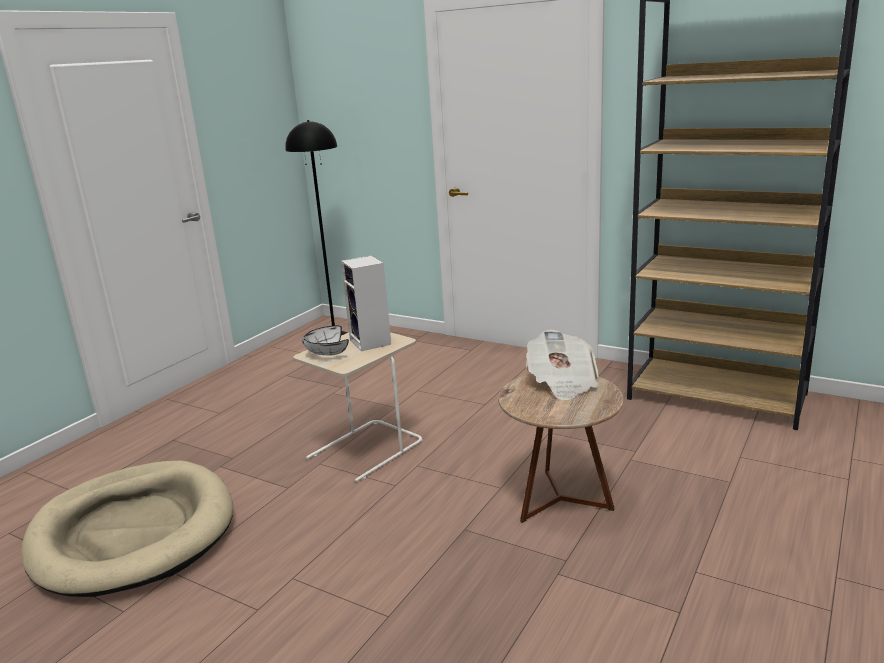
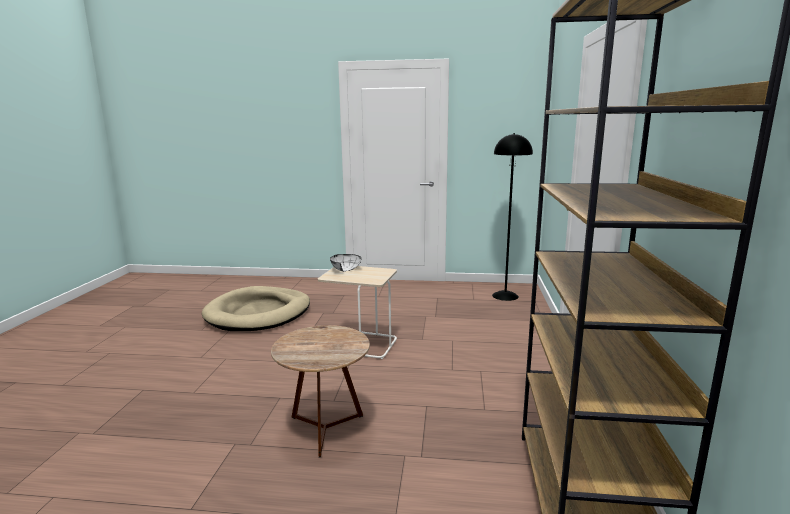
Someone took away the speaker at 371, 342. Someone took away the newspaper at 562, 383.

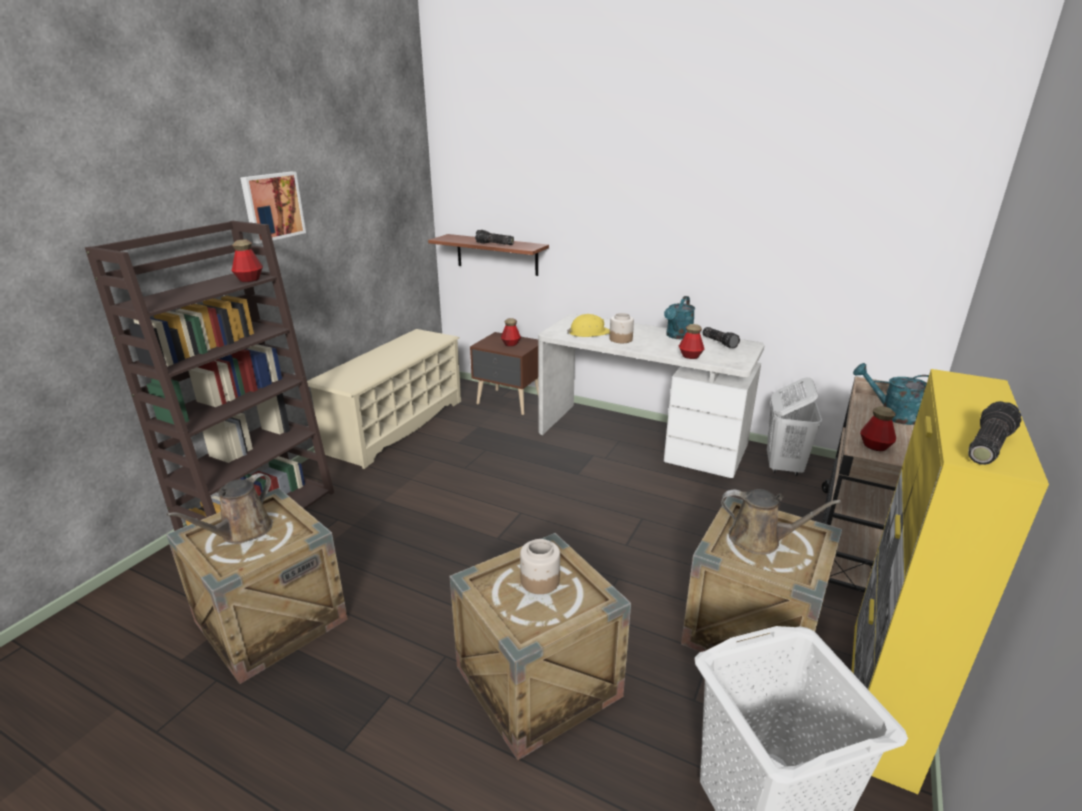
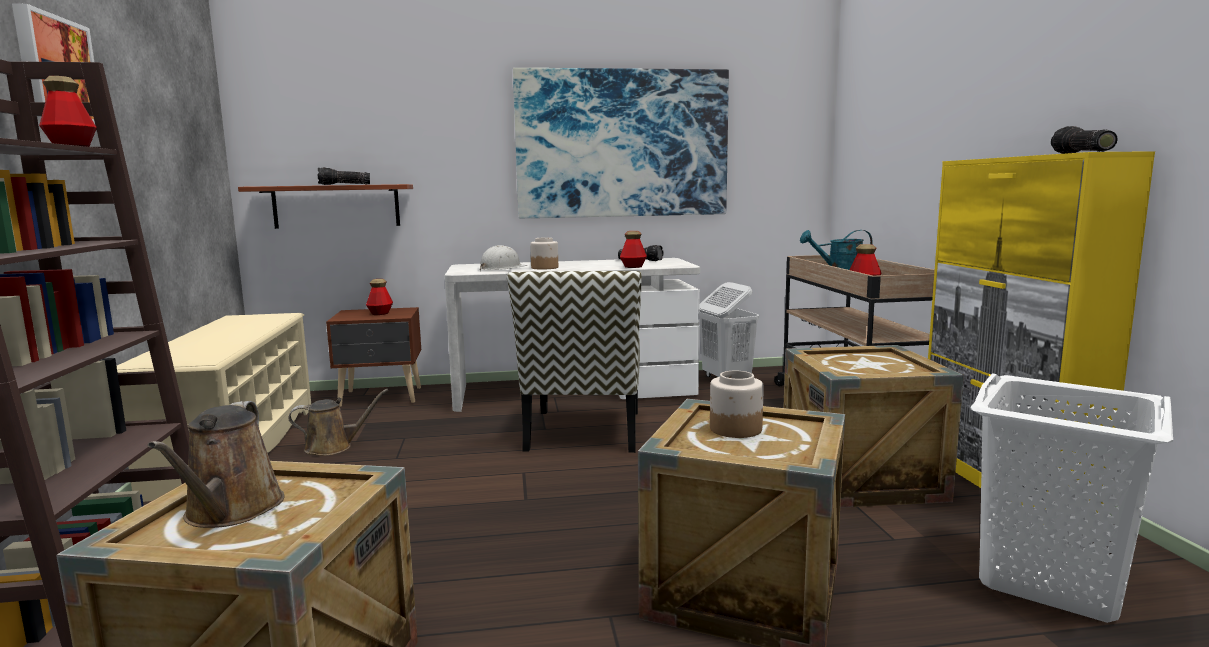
Someone took away the turquoise watering can at 677, 336. Someone put down the chair at 584, 431. Someone put up the picture at 622, 144. Someone carried the brown watering can from 760, 540 to 333, 447. Someone repainted the yellow hard hat at 589, 333, which became the white hard hat at 502, 268.

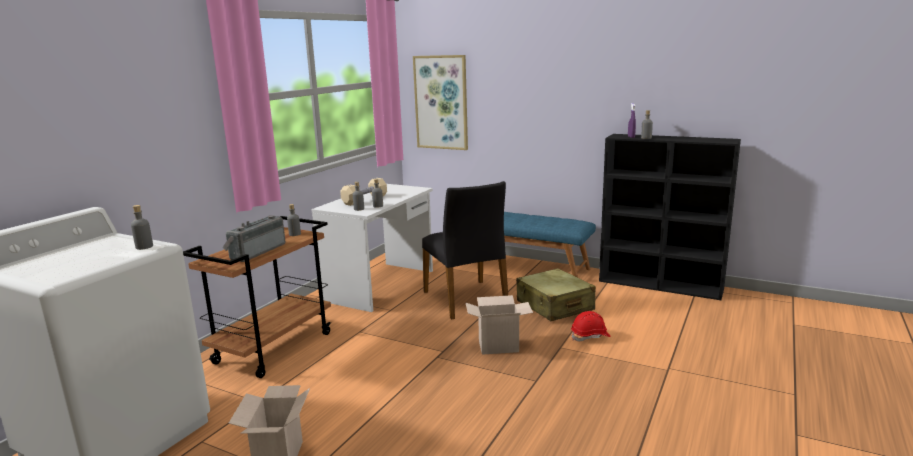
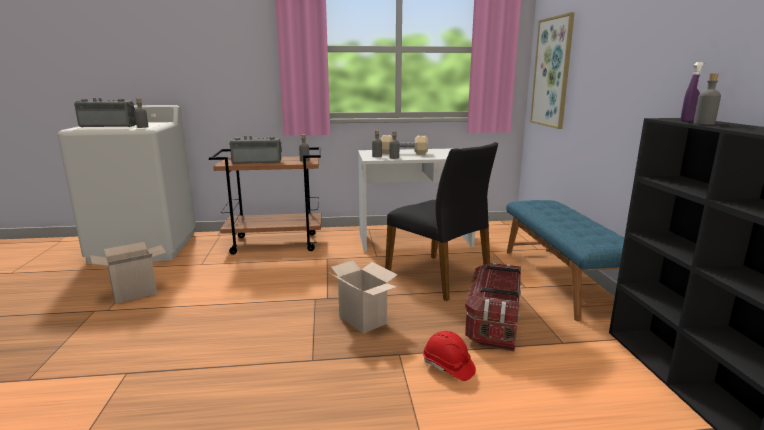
Someone put down the radio at 109, 126. Someone swapped the beige suitcase at 554, 306 for the storage box at 493, 323. Someone rotated the black chair at 466, 299 by 75 degrees counterclockwise.

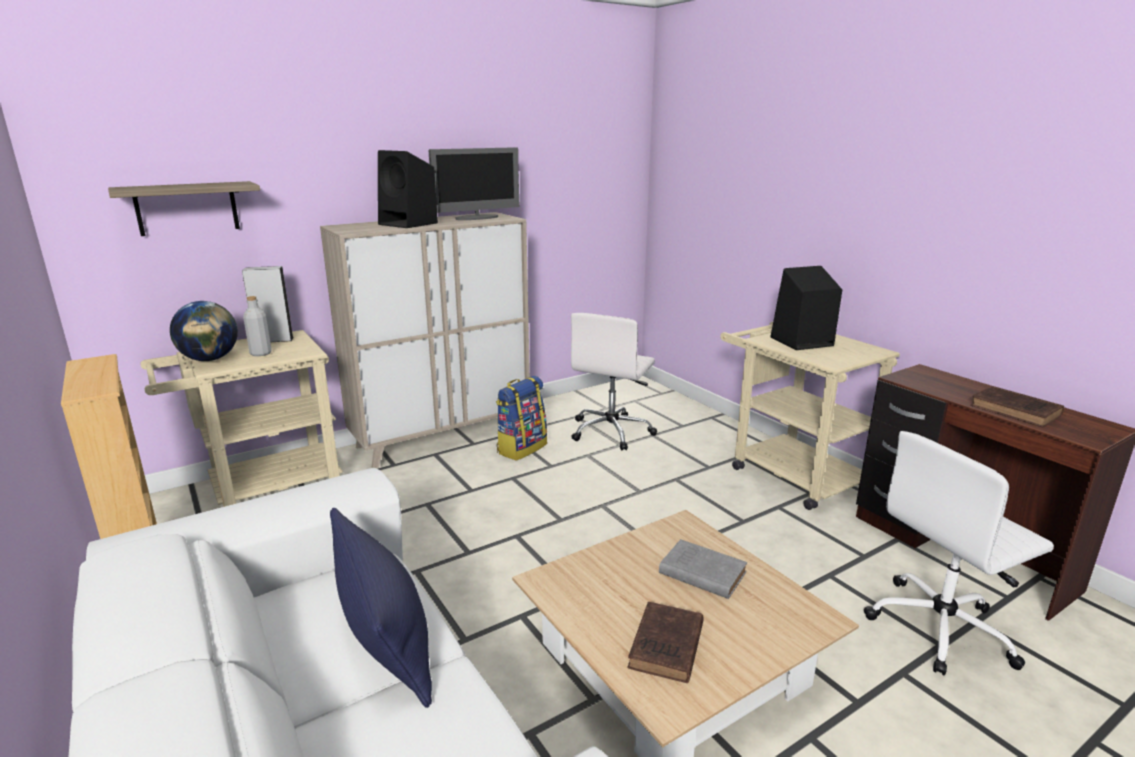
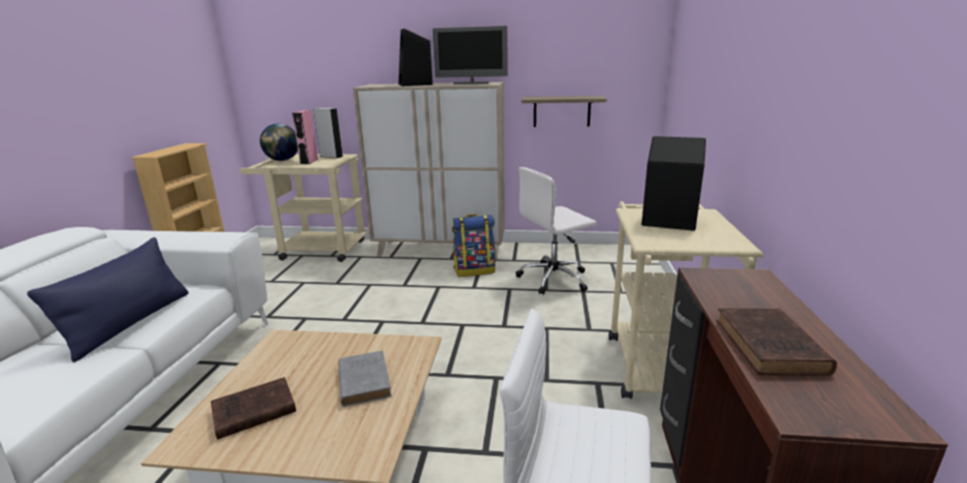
Someone carried the shelf from 187, 208 to 561, 111. Someone swapped the grey bottle at 261, 353 for the pink speaker at 309, 161.

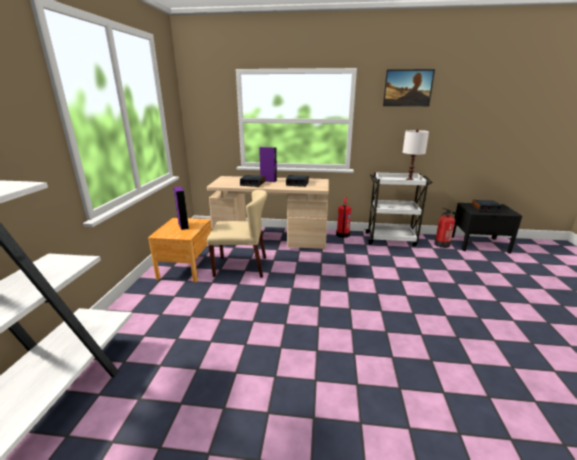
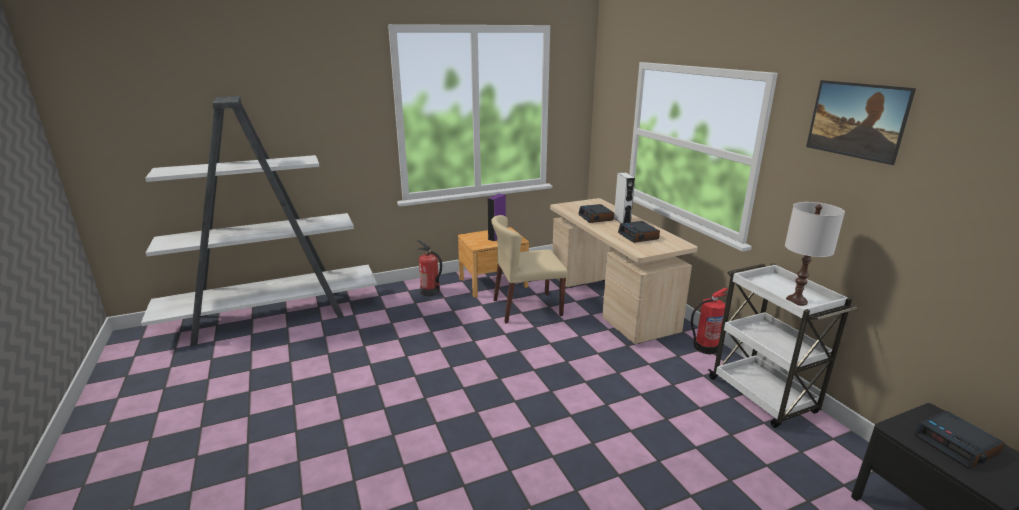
Someone carried the fire extinguisher from 442, 244 to 430, 292. Someone repainted the purple speaker at 268, 180, which became the white speaker at 622, 220. Someone rotated the beige chair at 241, 266 by 105 degrees clockwise.

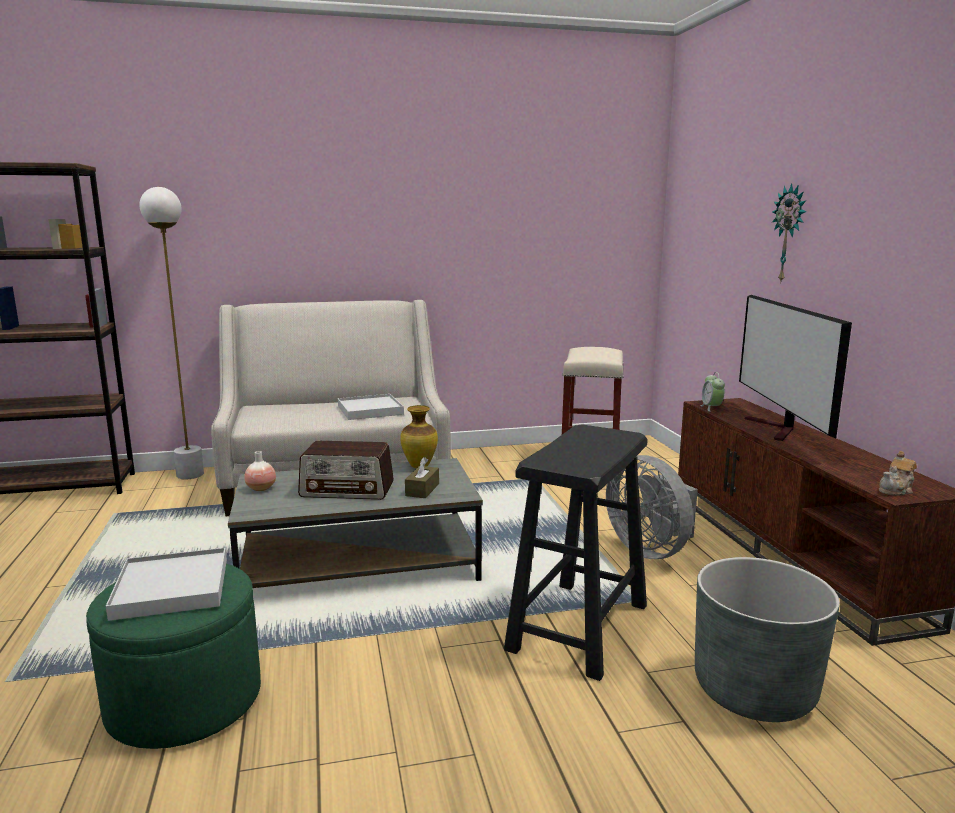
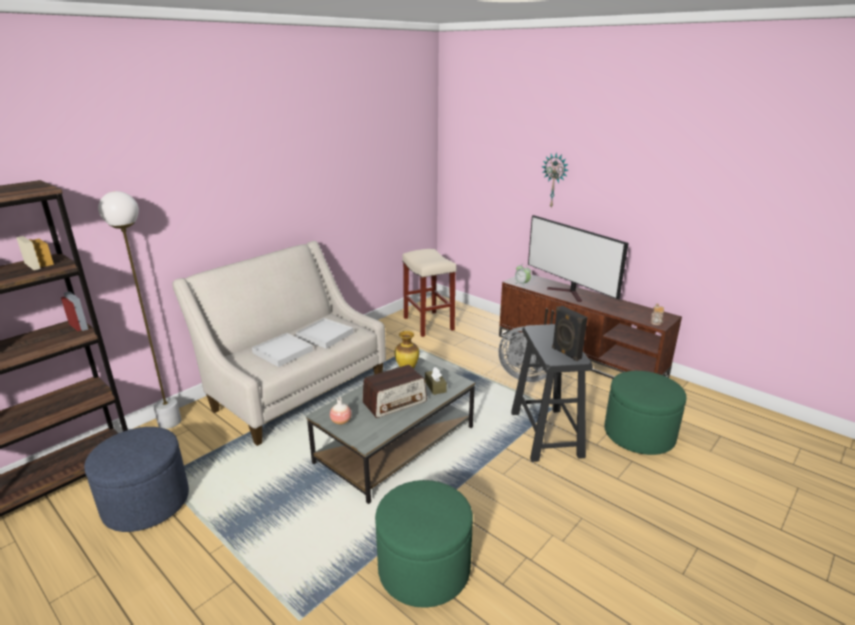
Someone put down the blue ottoman at 146, 503. Someone put down the black speaker at 565, 353. Someone carried the white tray from 171, 588 to 282, 352. Someone swapped the grey planter at 754, 690 for the green ottoman at 639, 434.

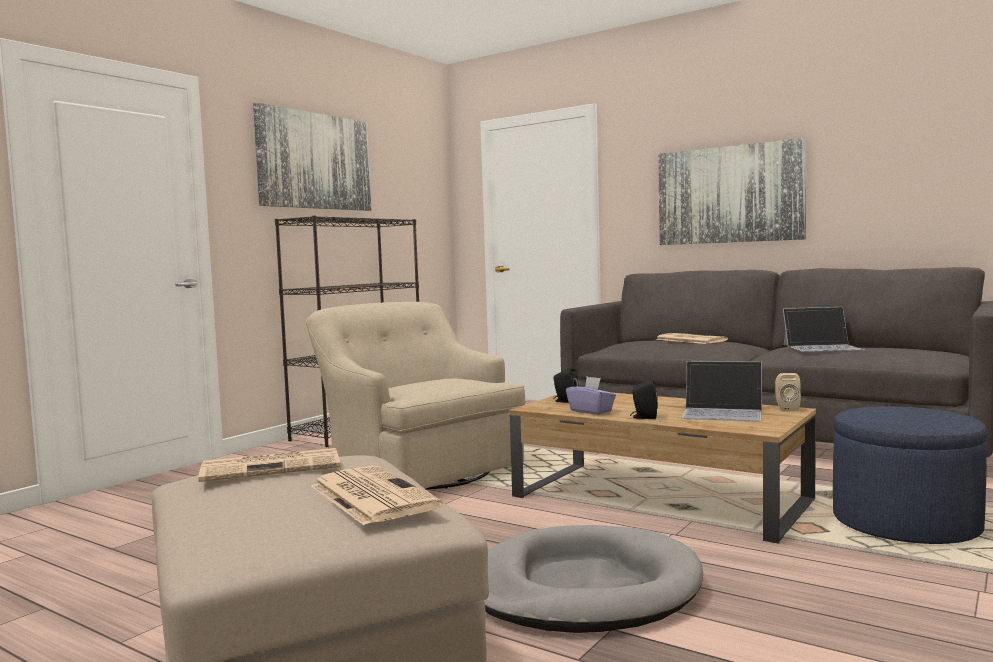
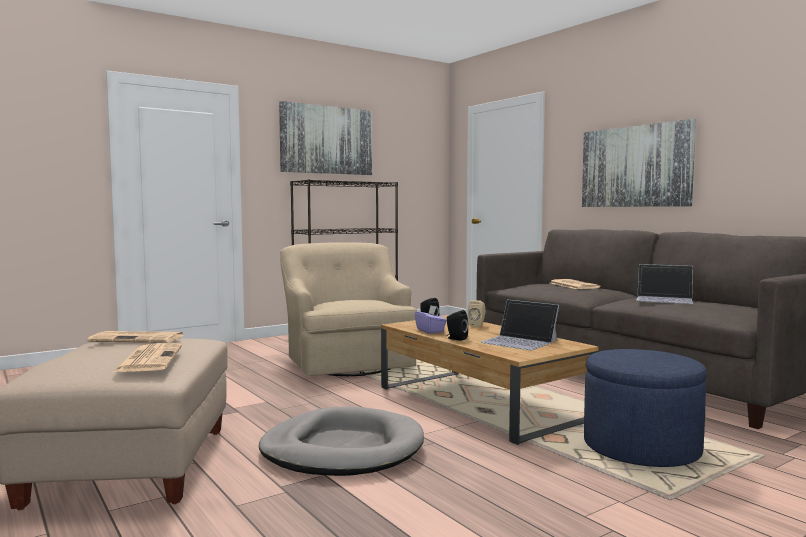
Someone carried the beige speaker from 786, 409 to 477, 325.

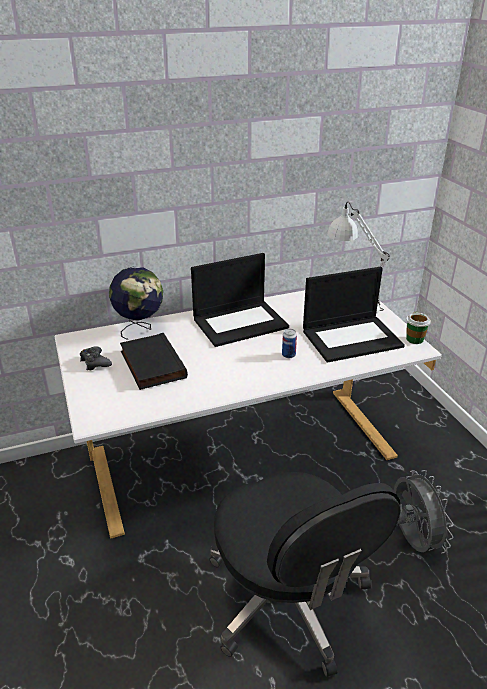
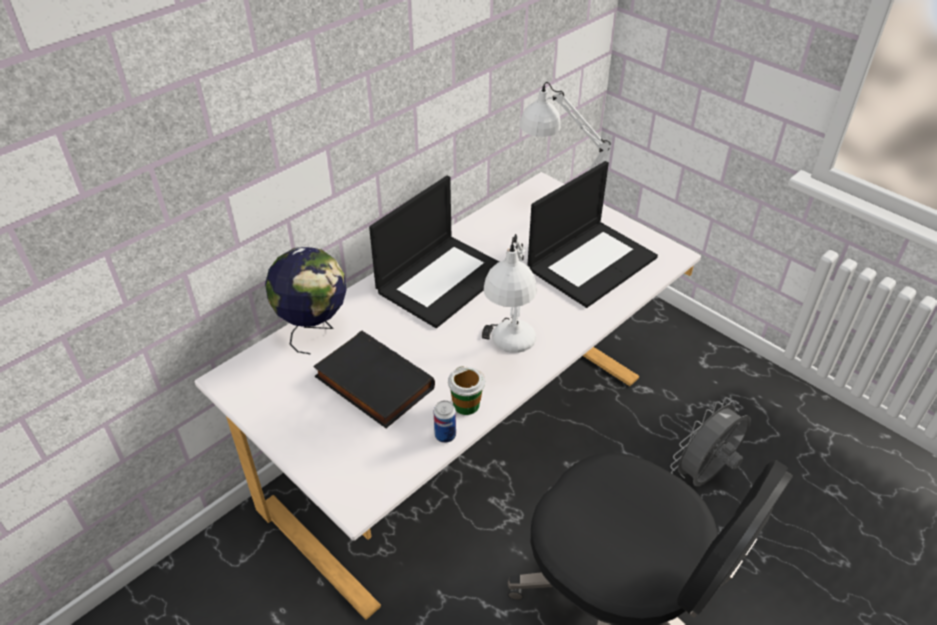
Someone took away the black game controller at 95, 362. Someone put down the white table lamp at 508, 354. Someone carried the can from 288, 355 to 445, 435. Someone carried the cup from 414, 339 to 466, 405. Someone rotated the grey fan at 411, 539 by 90 degrees counterclockwise.

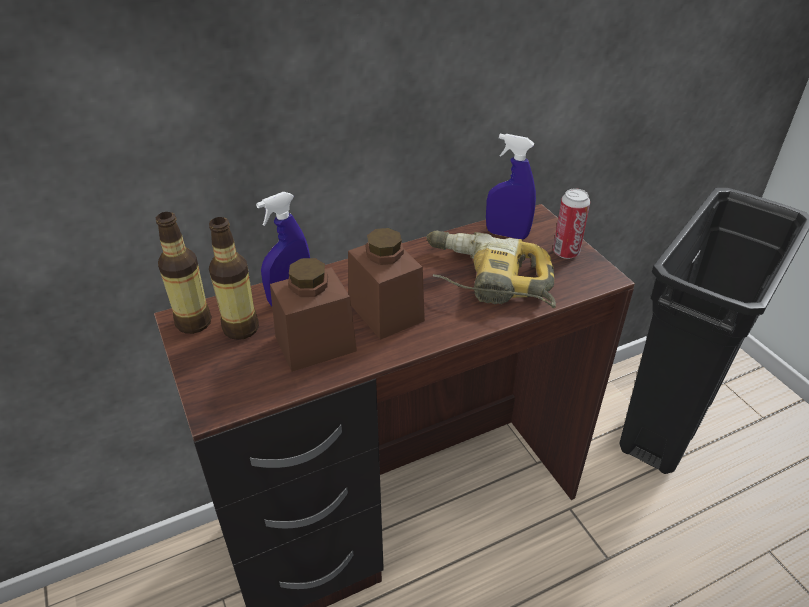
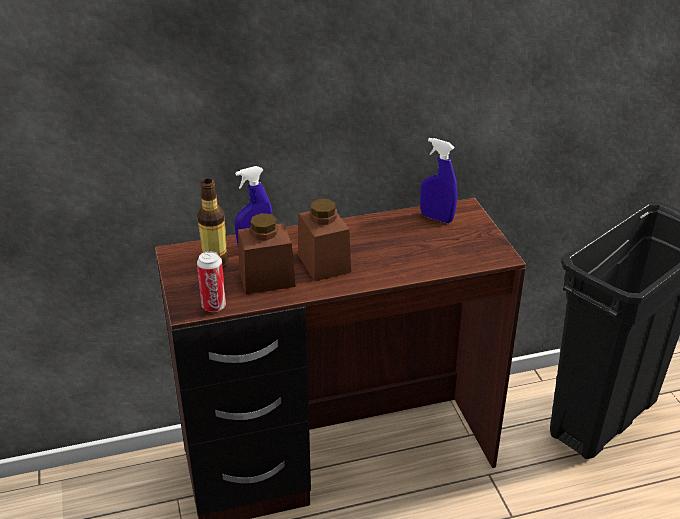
Someone took away the bottle at 193, 323. Someone took away the power drill at 486, 280. Someone carried the can from 566, 252 to 214, 306.

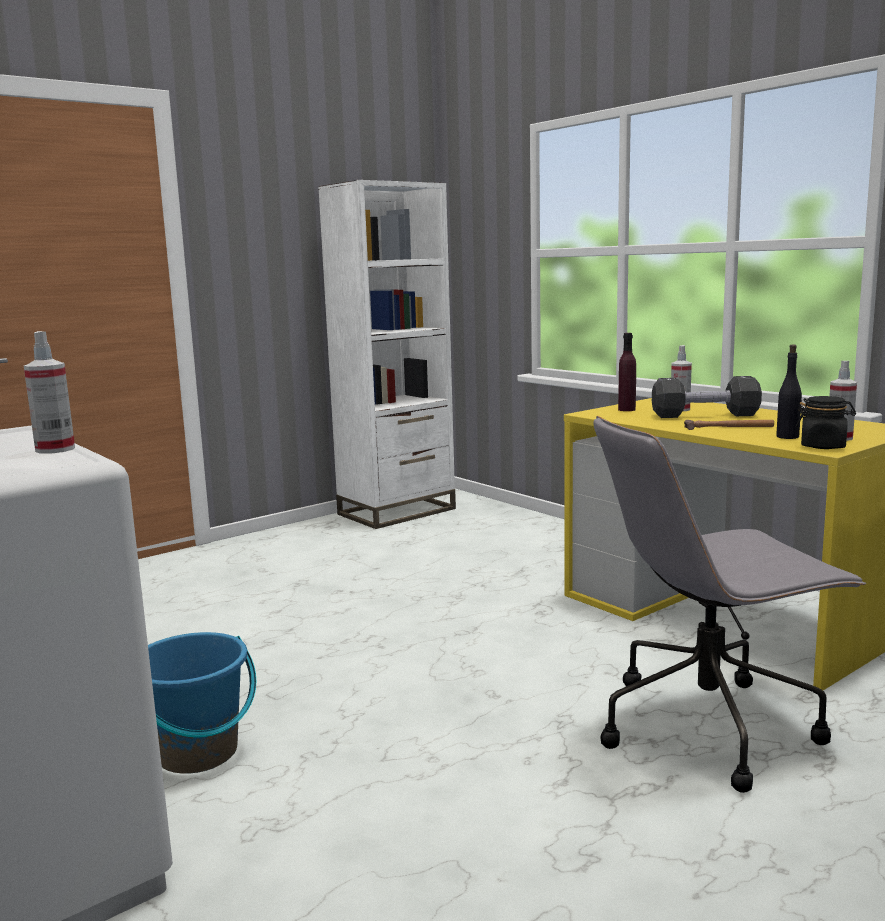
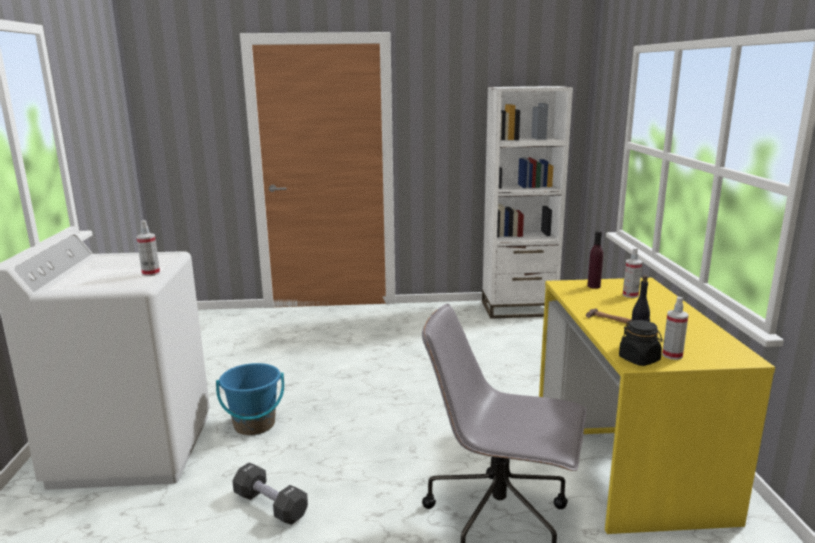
Someone carried the black dumbbell from 705, 415 to 270, 505.

